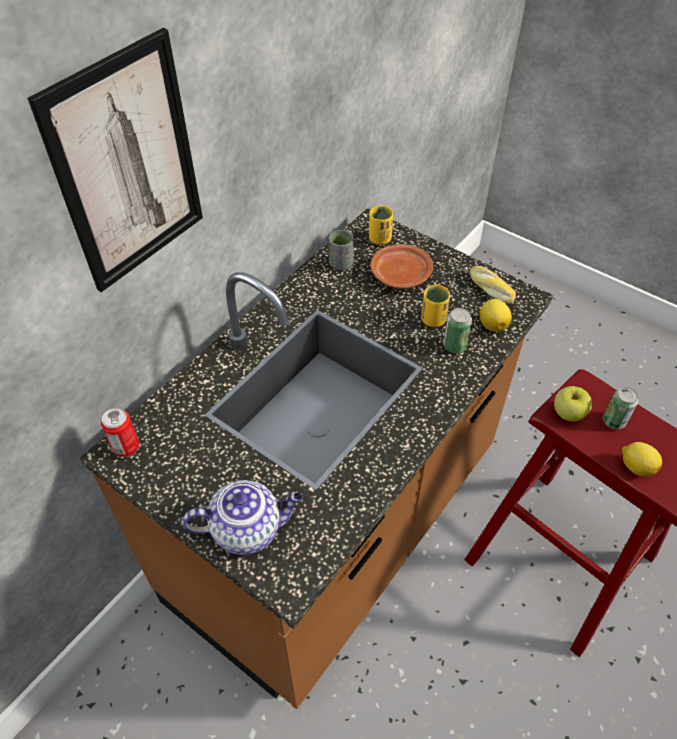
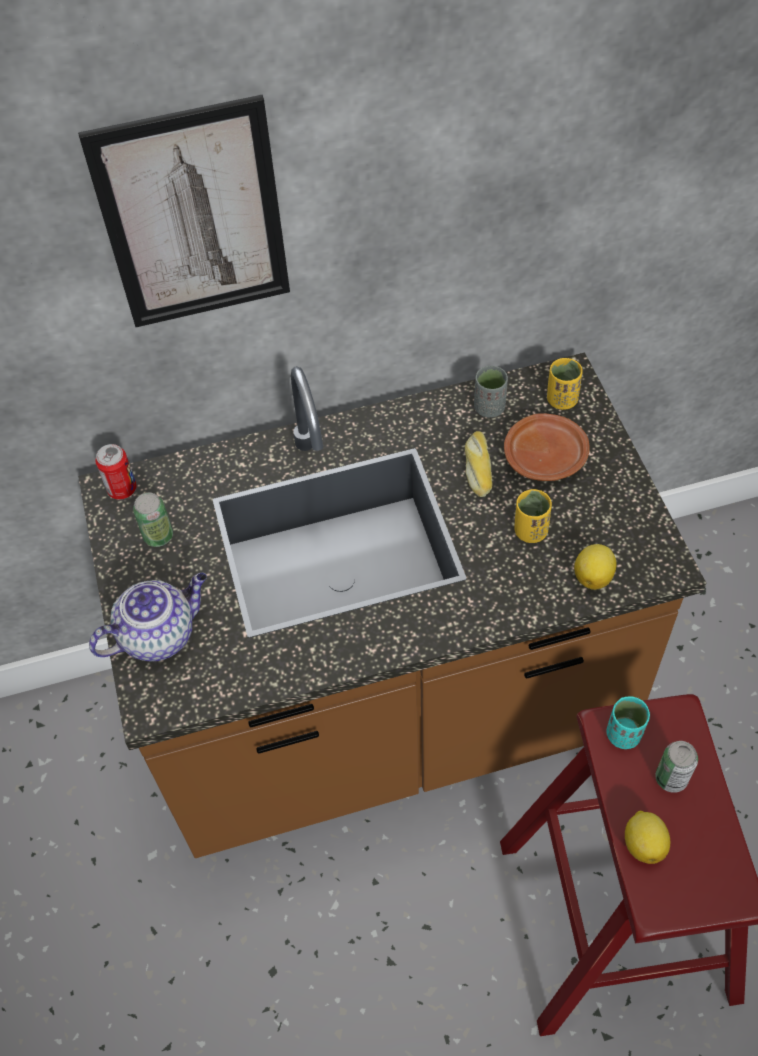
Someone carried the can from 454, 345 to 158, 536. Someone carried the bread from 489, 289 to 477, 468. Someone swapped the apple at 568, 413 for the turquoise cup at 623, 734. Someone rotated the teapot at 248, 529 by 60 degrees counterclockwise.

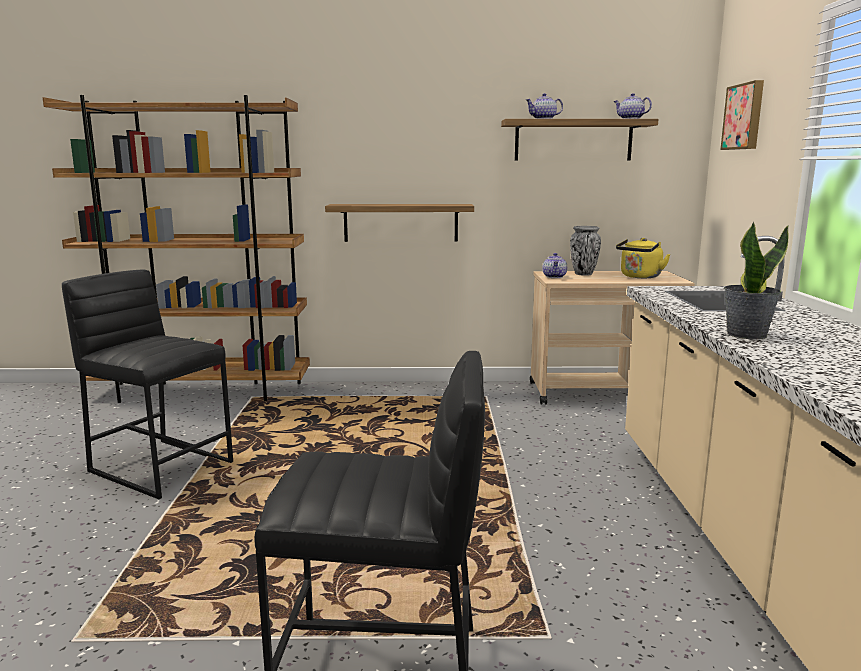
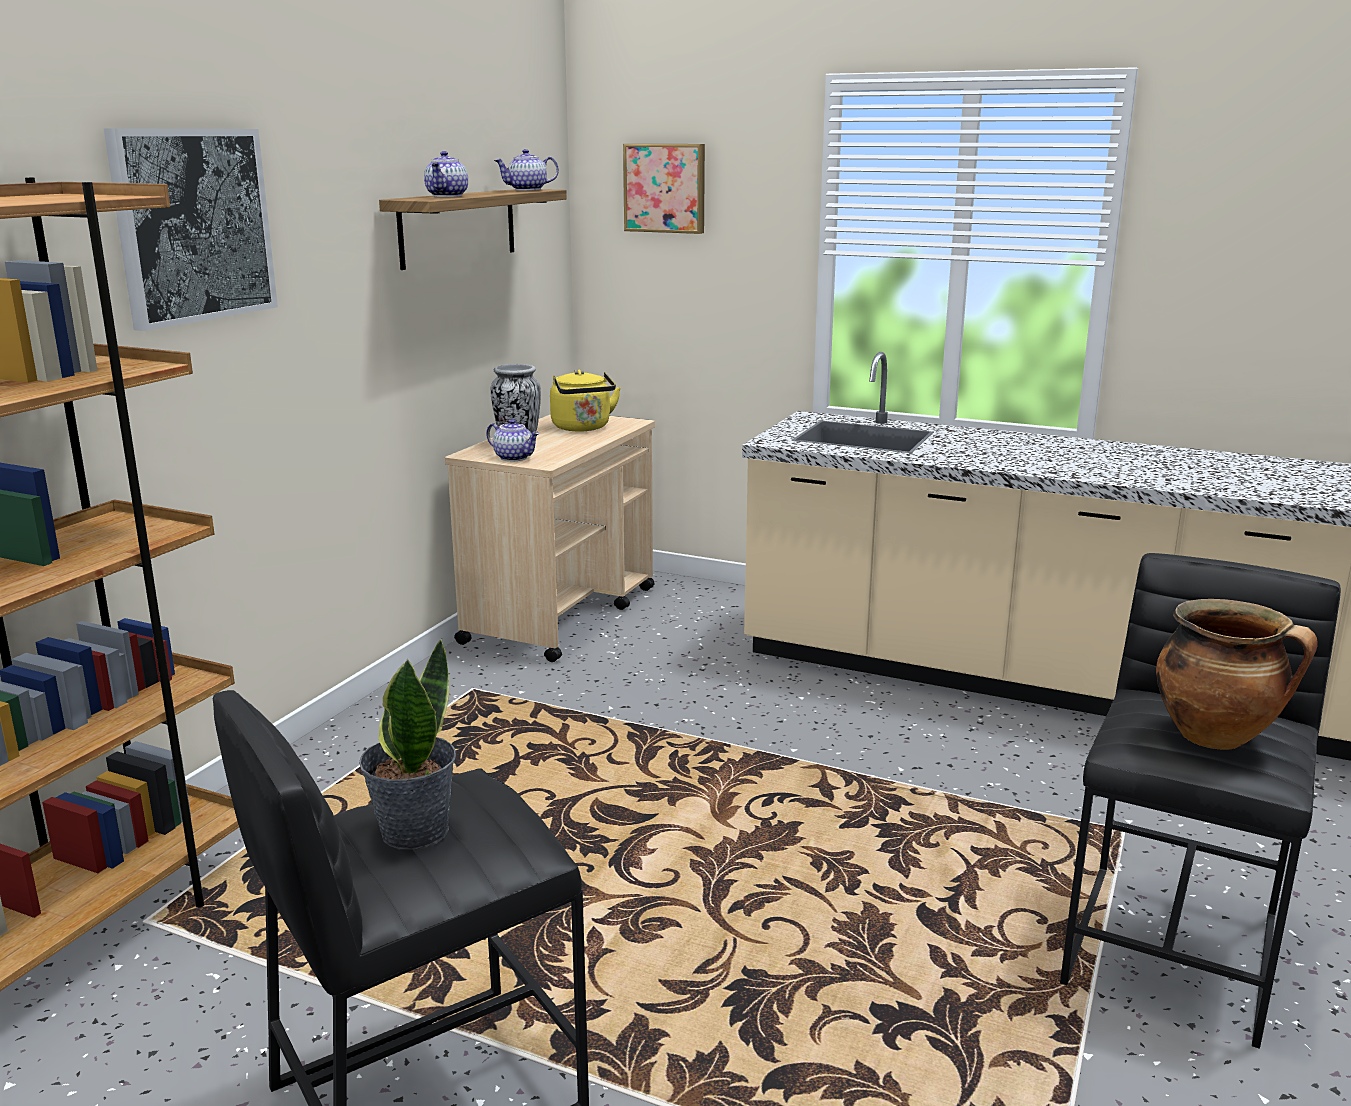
Someone took away the shelf at 401, 222. Someone put up the picture at 193, 225. Someone put down the cooking pot at 1217, 737. Someone carried the potted plant from 746, 334 to 413, 831.

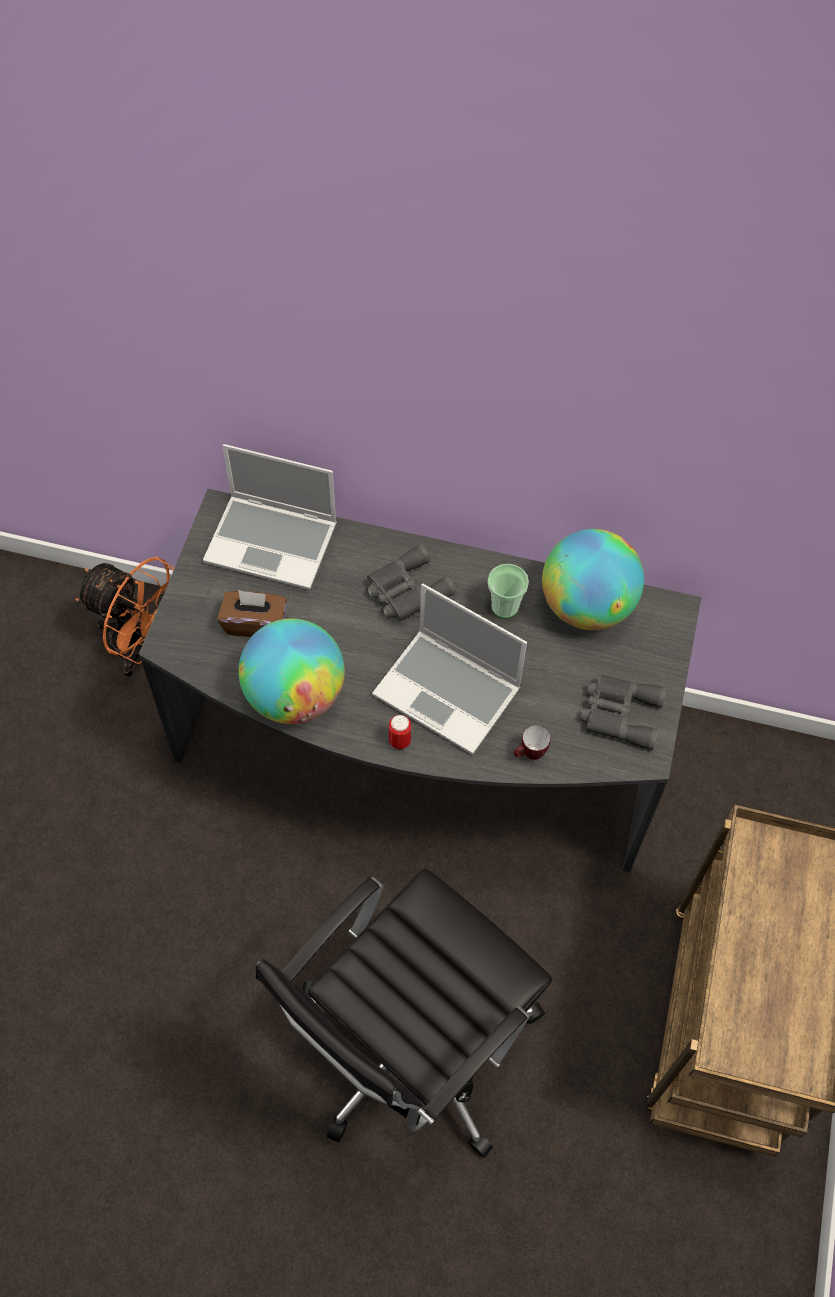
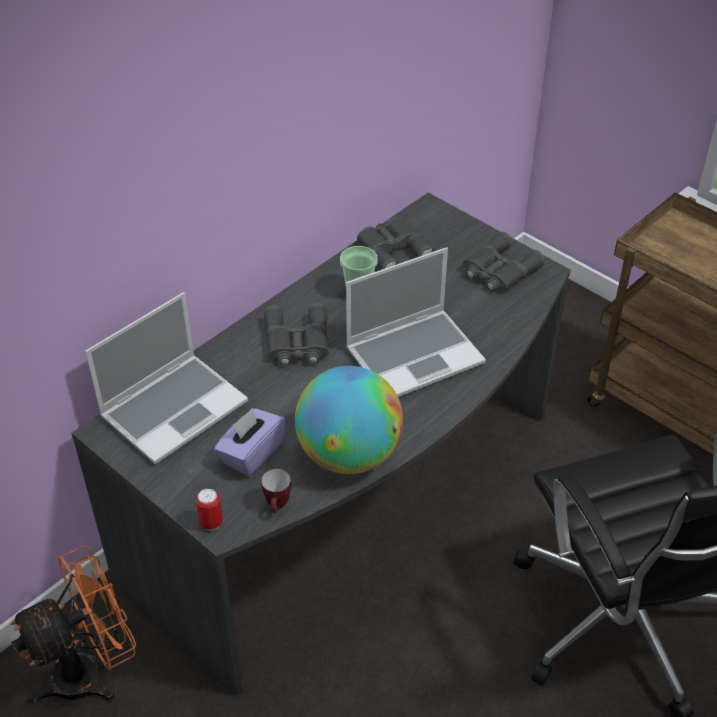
Someone carried the can from 399, 741 to 211, 523. Someone carried the mug from 529, 755 to 277, 506. Someone swapped the globe at 587, 606 for the grey binoculars at 392, 249. Someone repainted the brown tissue box at 255, 623, which became the purple tissue box at 251, 454.

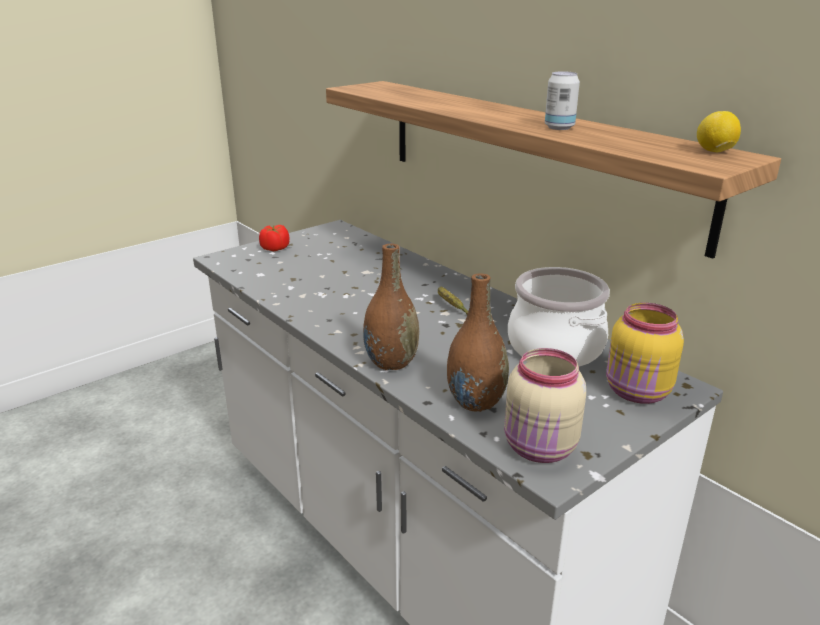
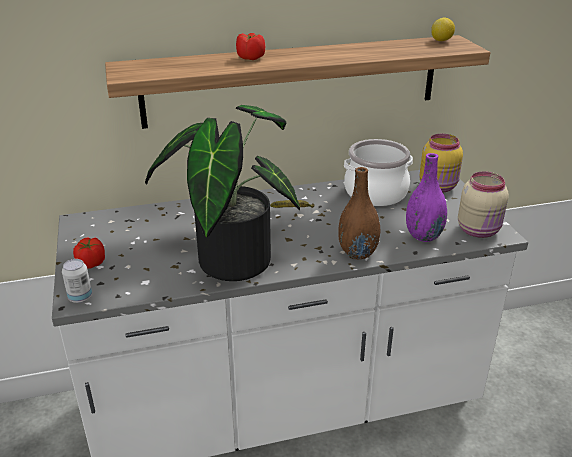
Someone put down the potted plant at 230, 257. Someone put down the tomato at 250, 58. Someone carried the can from 559, 127 to 80, 297. Someone repainted the brown vase at 475, 402, which became the purple vase at 423, 236.

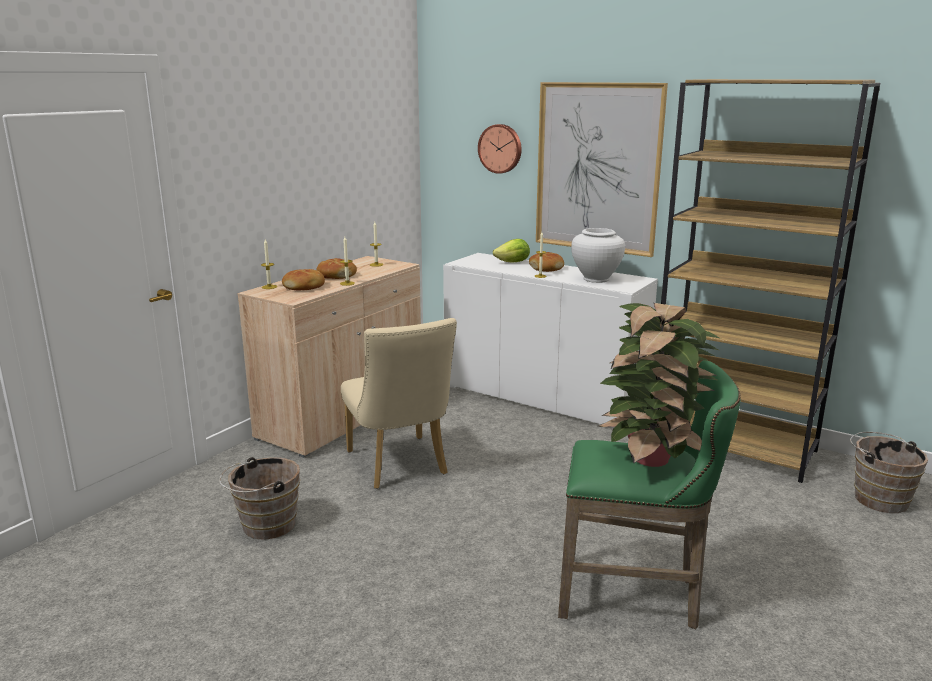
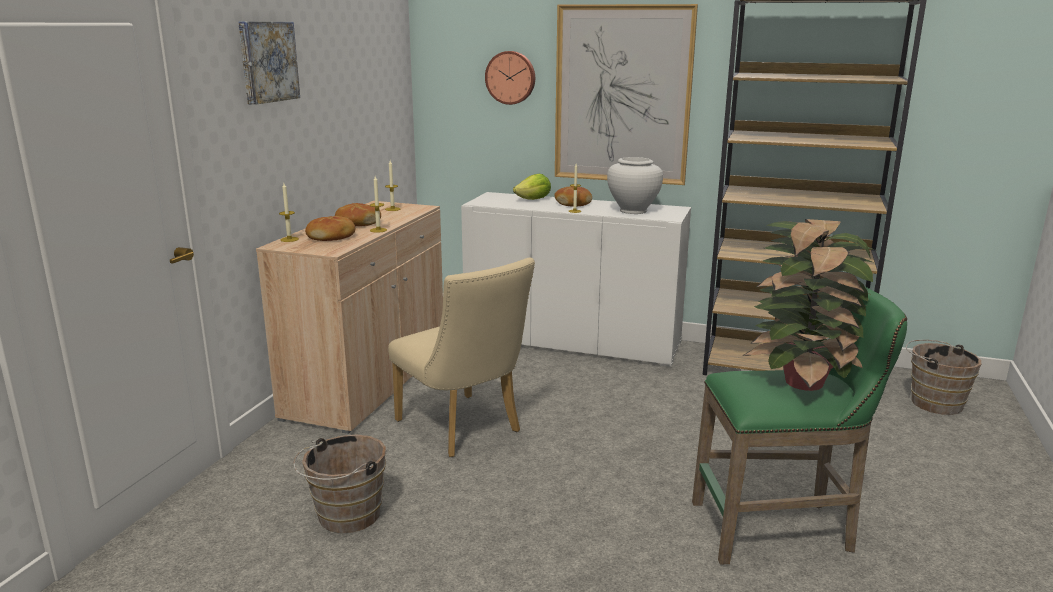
Someone put up the picture at 267, 61.

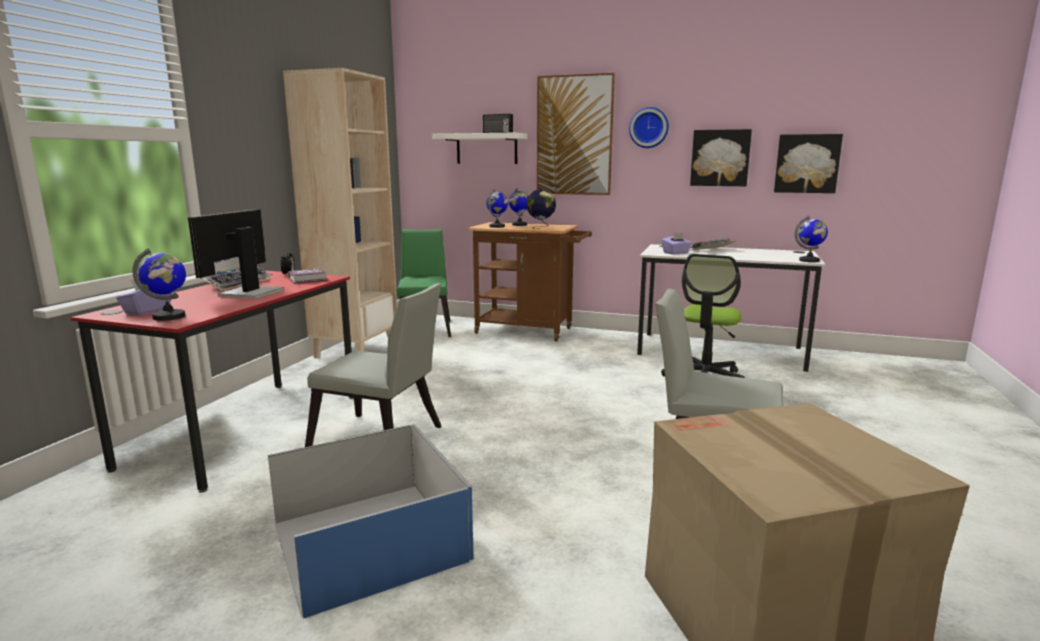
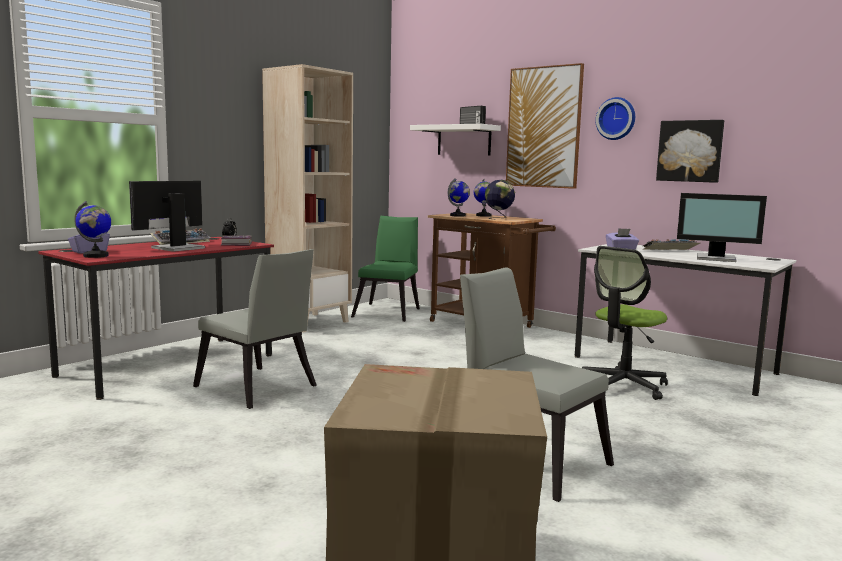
Someone took away the blue storage box at 368, 539. Someone took away the picture at 807, 163. Someone took away the globe at 809, 261. Someone put down the monitor at 716, 258.

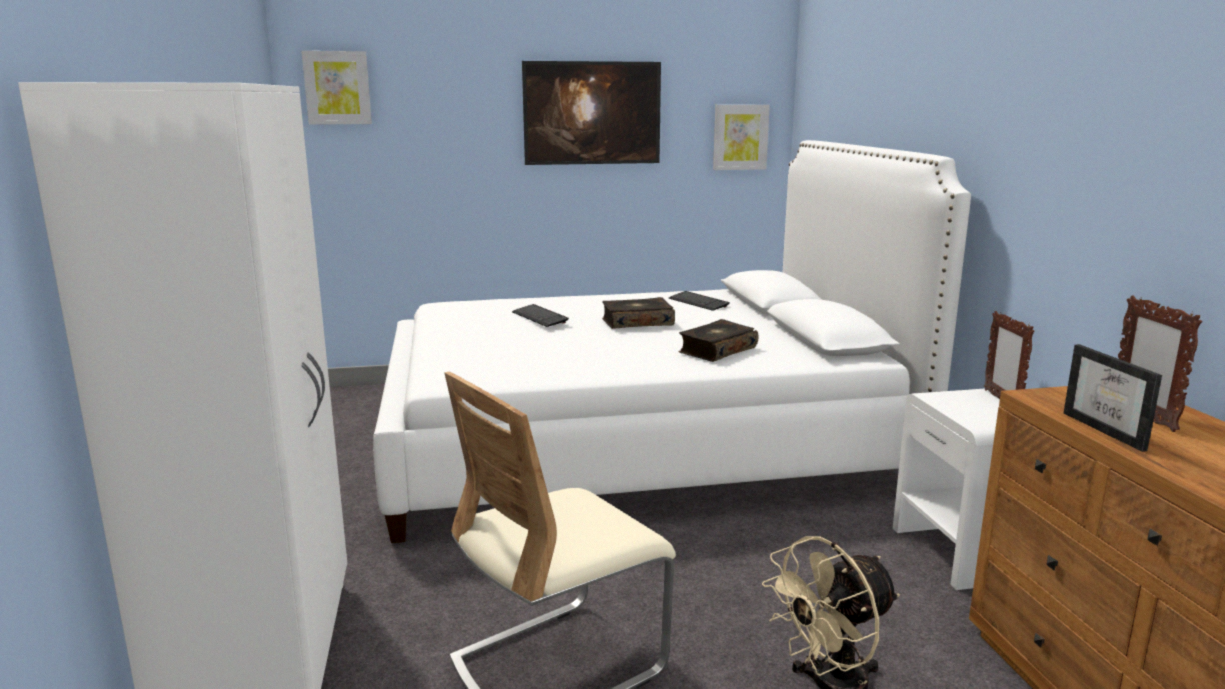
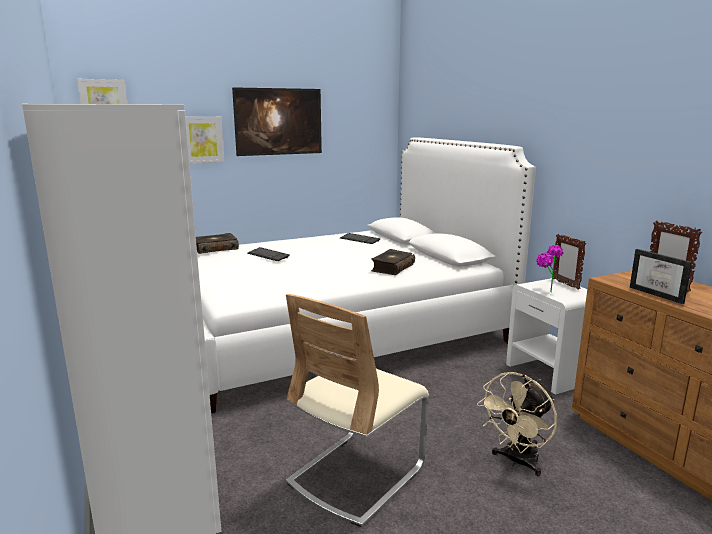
Someone put down the potted plant at 544, 291. Someone carried the book from 637, 322 to 215, 249. Someone carried the picture from 740, 137 to 202, 139.

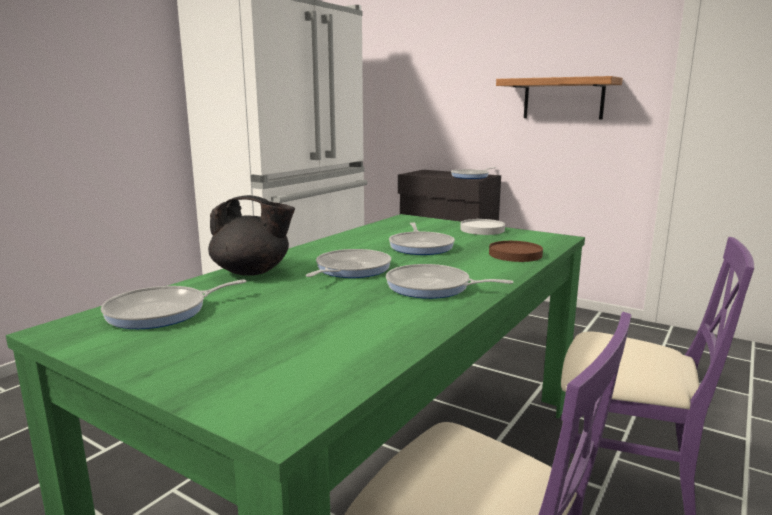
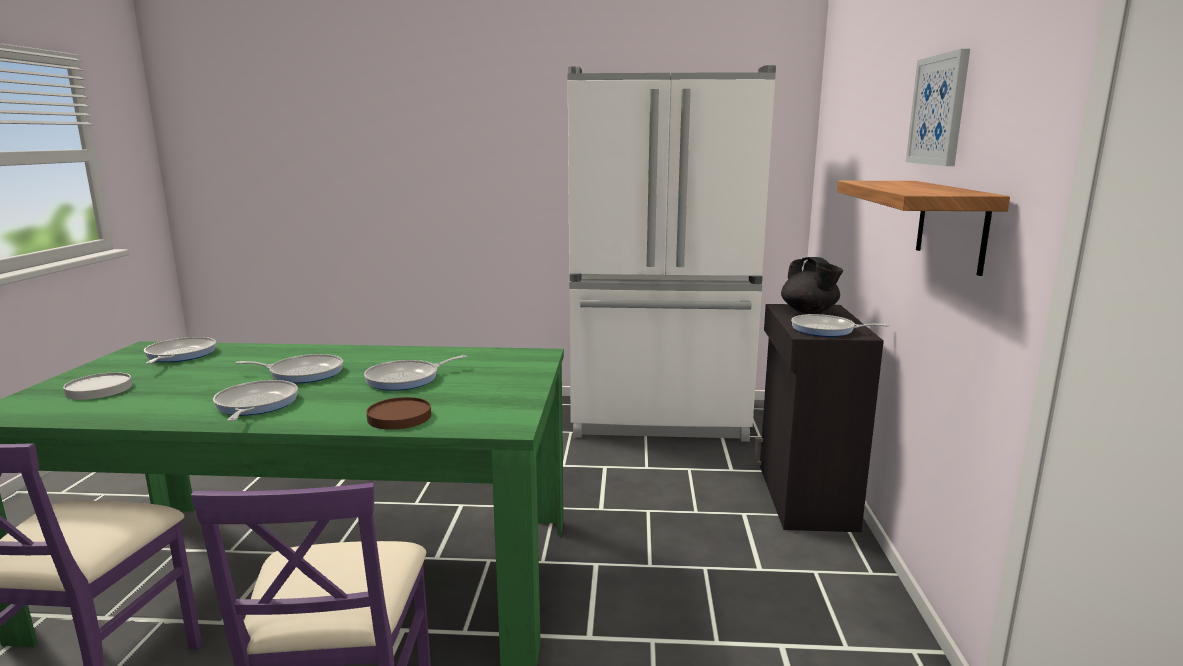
Someone put up the picture at 939, 110. Someone carried the black teapot from 252, 272 to 809, 312. Someone carried the white plate from 482, 230 to 98, 389. Someone rotated the frying pan at 162, 312 by 60 degrees clockwise.

